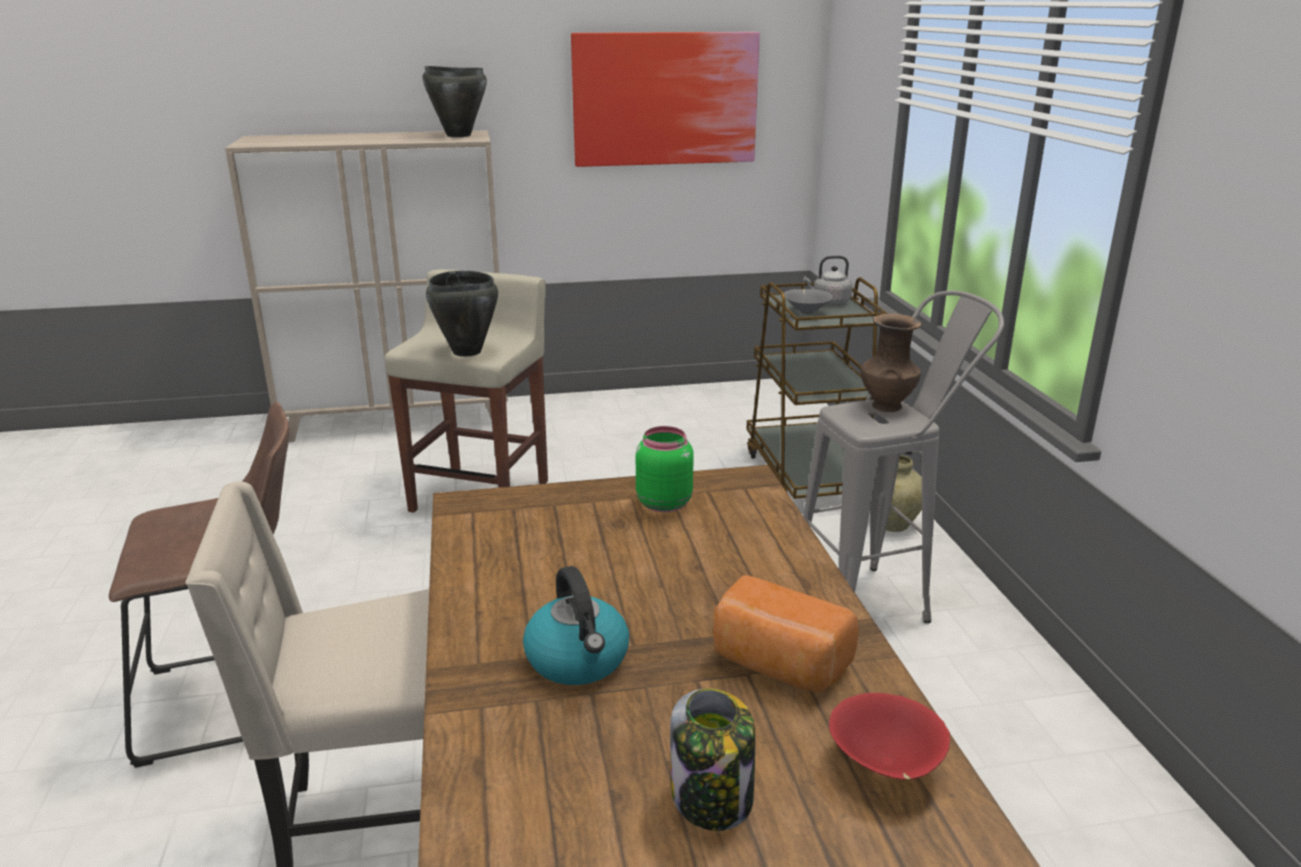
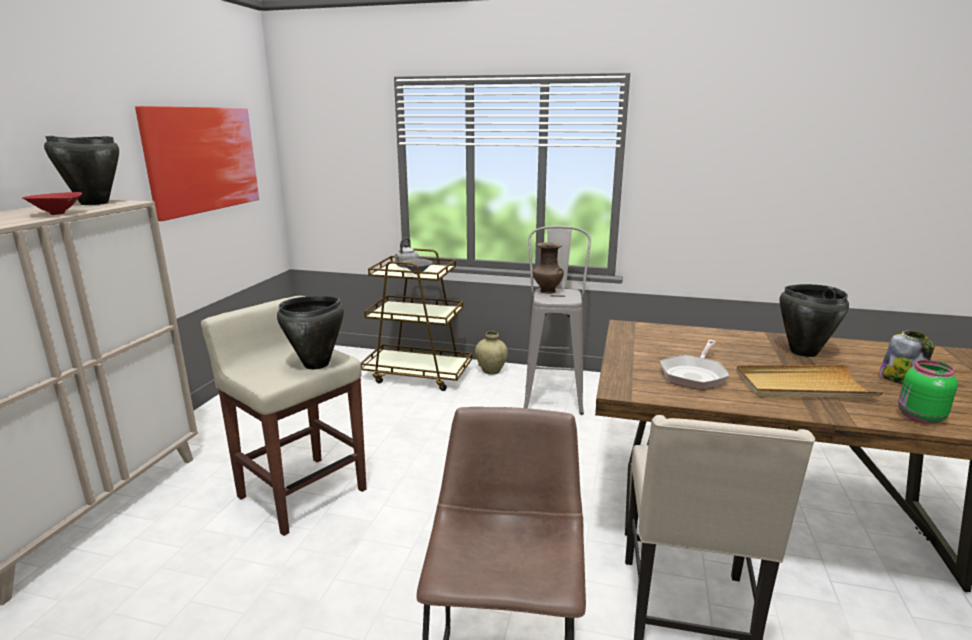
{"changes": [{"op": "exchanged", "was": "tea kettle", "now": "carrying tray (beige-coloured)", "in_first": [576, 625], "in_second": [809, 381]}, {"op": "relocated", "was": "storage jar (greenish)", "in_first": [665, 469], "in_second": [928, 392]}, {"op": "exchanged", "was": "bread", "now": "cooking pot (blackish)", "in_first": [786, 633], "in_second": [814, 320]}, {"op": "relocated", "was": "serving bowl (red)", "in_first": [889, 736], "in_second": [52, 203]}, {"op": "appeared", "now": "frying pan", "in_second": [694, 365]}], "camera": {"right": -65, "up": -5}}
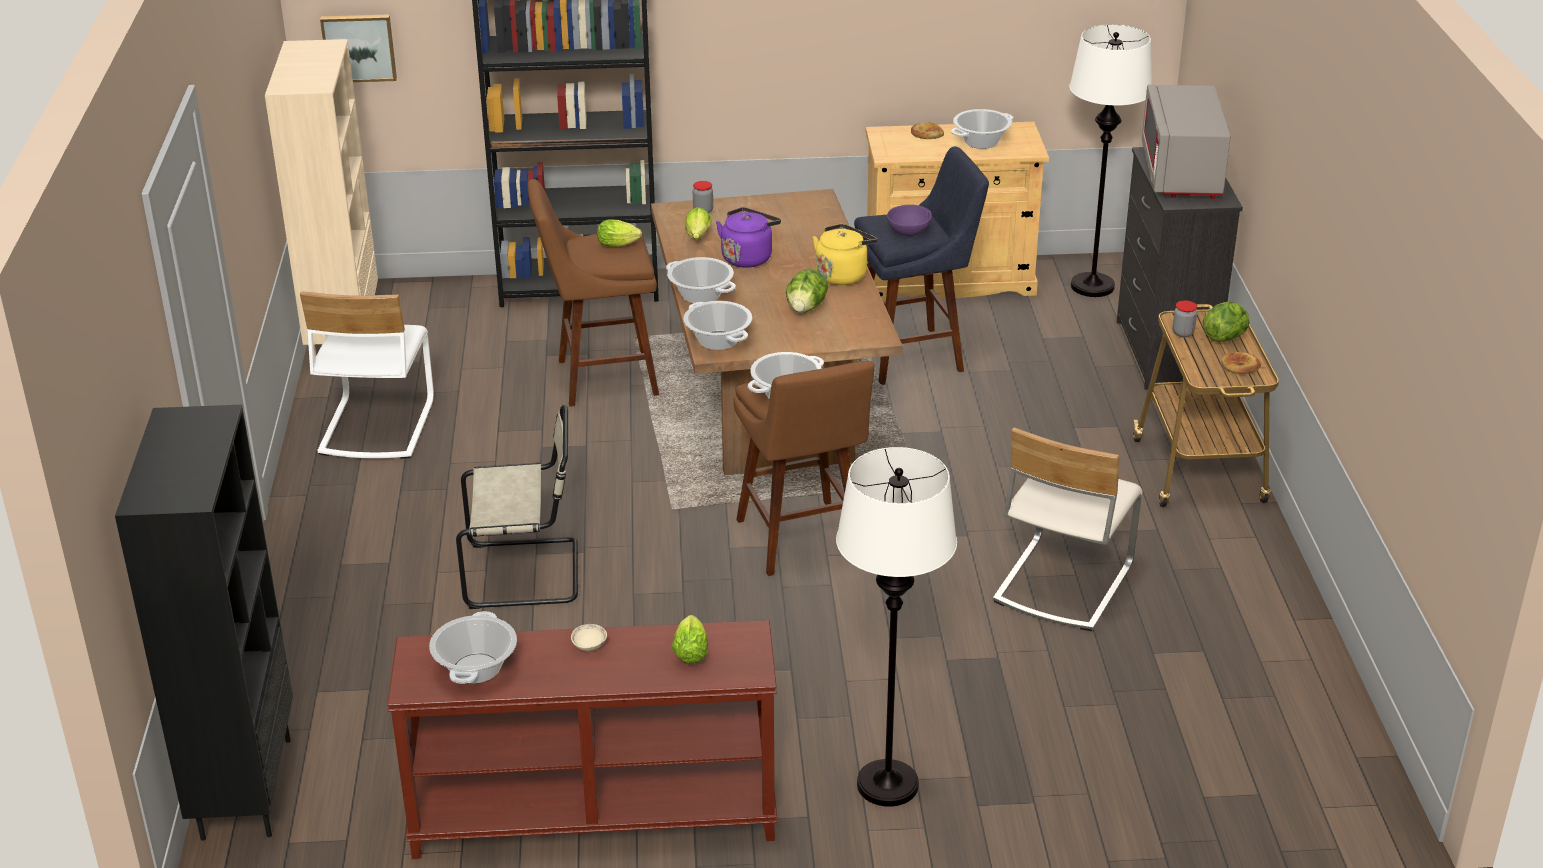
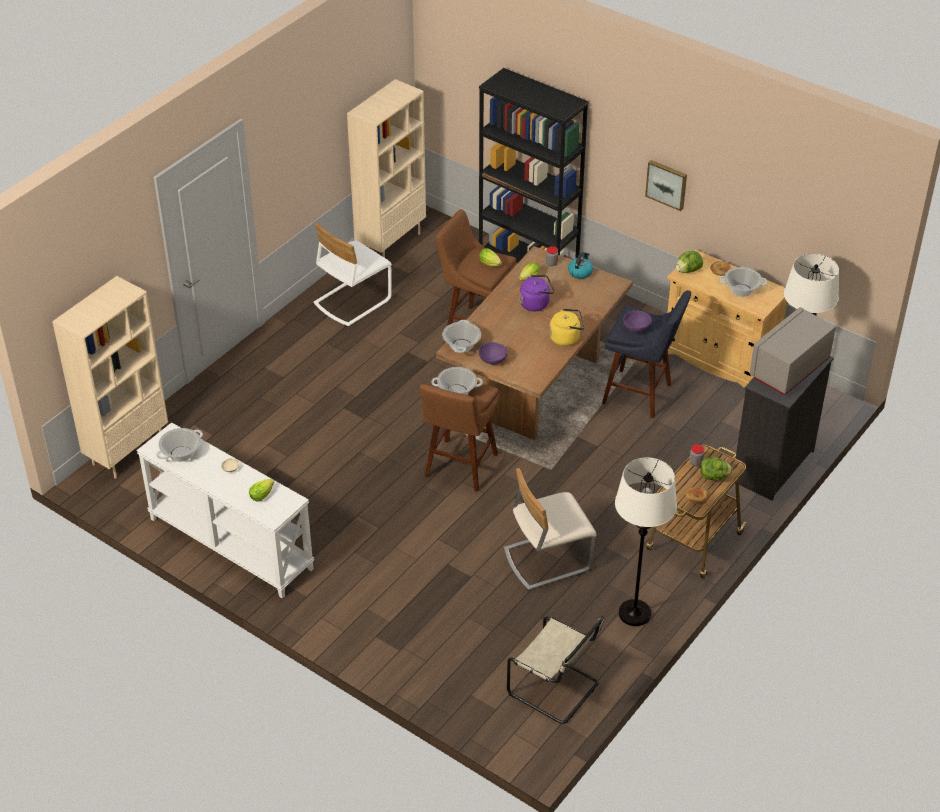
{"changes": [{"op": "colour", "was": "bookcase (blackish)", "now": "bookcase (beige-coloured)", "in_first": [204, 623], "in_second": [110, 377]}, {"op": "relocated", "was": "picture", "in_first": [358, 48], "in_second": [666, 185]}, {"op": "colour", "was": "console table (brown-coloured)", "now": "console table (white)", "in_first": [582, 739], "in_second": [225, 510]}, {"op": "relocated", "was": "plain chair (beige-coloured)", "in_first": [517, 507], "in_second": [555, 670]}, {"op": "missing", "was": "cooking pot", "in_first": [701, 280]}, {"op": "relocated", "was": "head of lettuce", "in_first": [807, 291], "in_second": [689, 262]}, {"op": "relocated", "was": "standard lamp (white)", "in_first": [896, 627], "in_second": [646, 541]}, {"op": "appeared", "now": "serving bowl (purple-coloured)", "in_second": [493, 353]}, {"op": "appeared", "now": "tea kettle", "in_second": [580, 265]}], "camera": {"right": 40, "up": 10}}
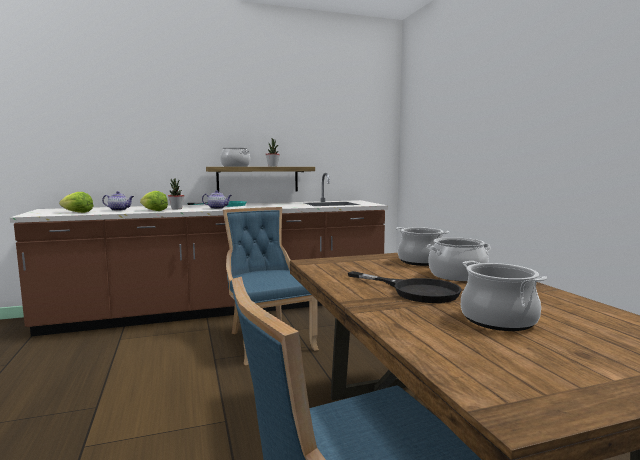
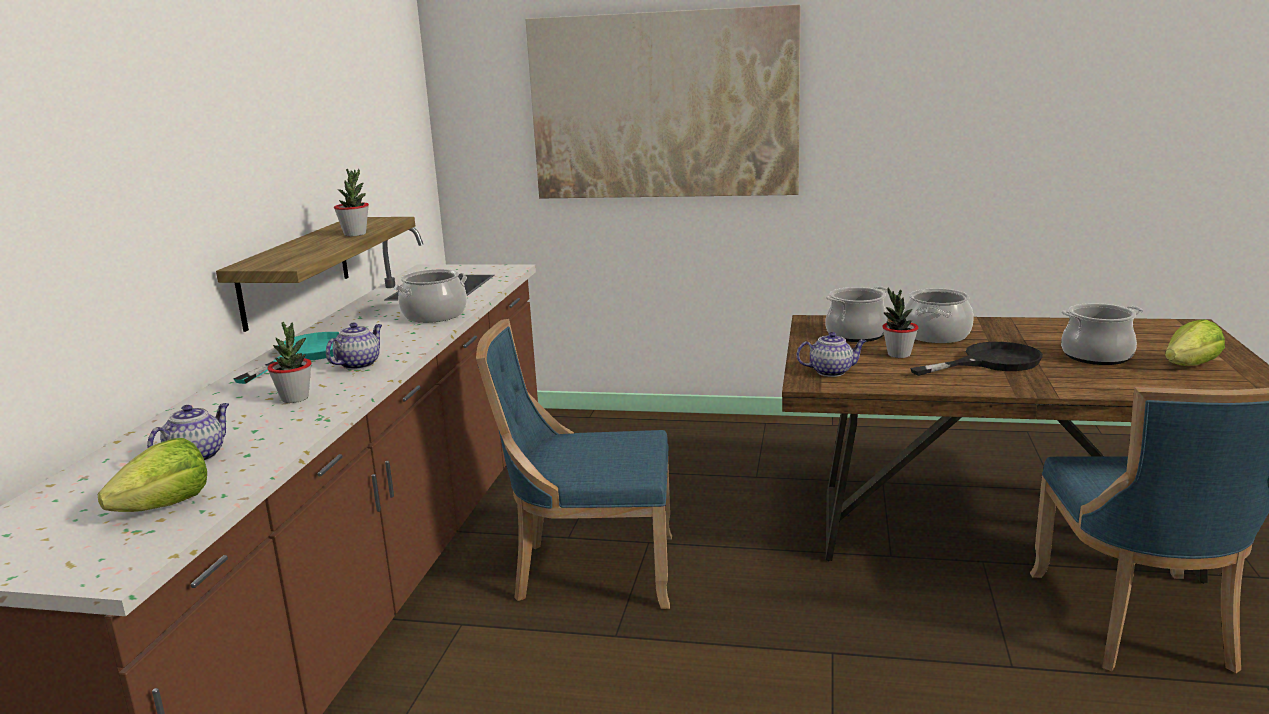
{"changes": [{"op": "relocated", "was": "head of lettuce", "in_first": [154, 201], "in_second": [1195, 342]}, {"op": "relocated", "was": "cooking pot", "in_first": [235, 157], "in_second": [430, 296]}, {"op": "appeared", "now": "picture", "in_second": [662, 101]}, {"op": "appeared", "now": "pot for tea", "in_second": [831, 354]}, {"op": "appeared", "now": "potted plant", "in_second": [900, 323]}], "camera": {"right": -60, "up": 10}}
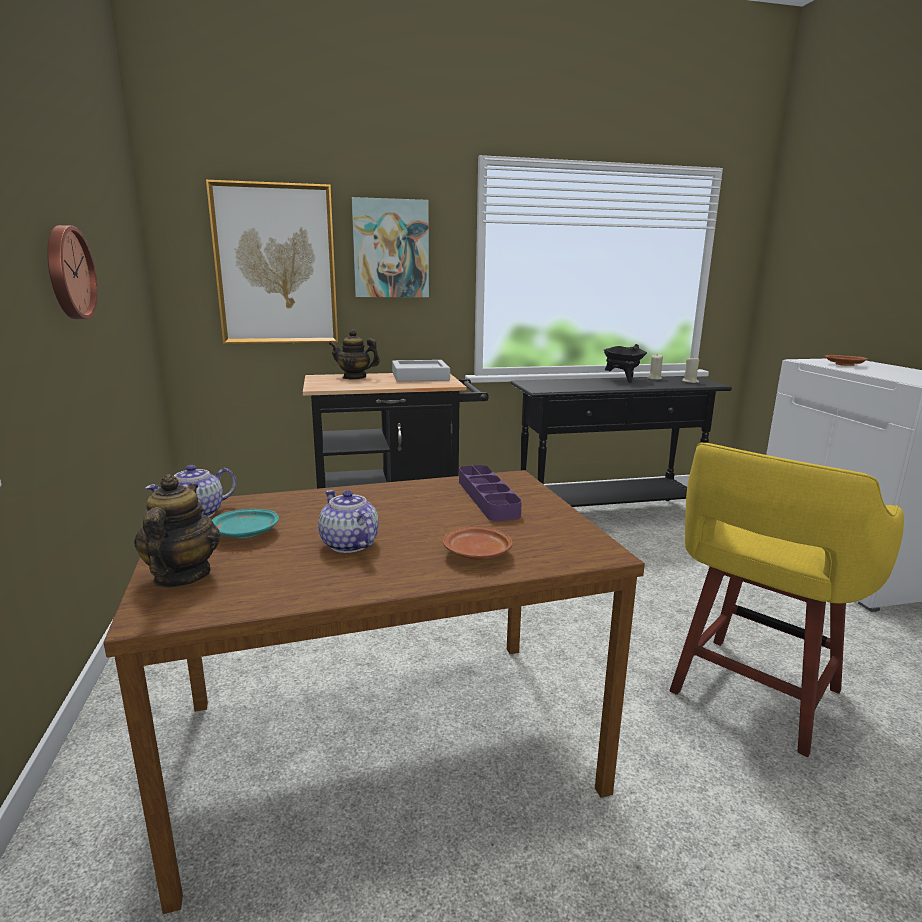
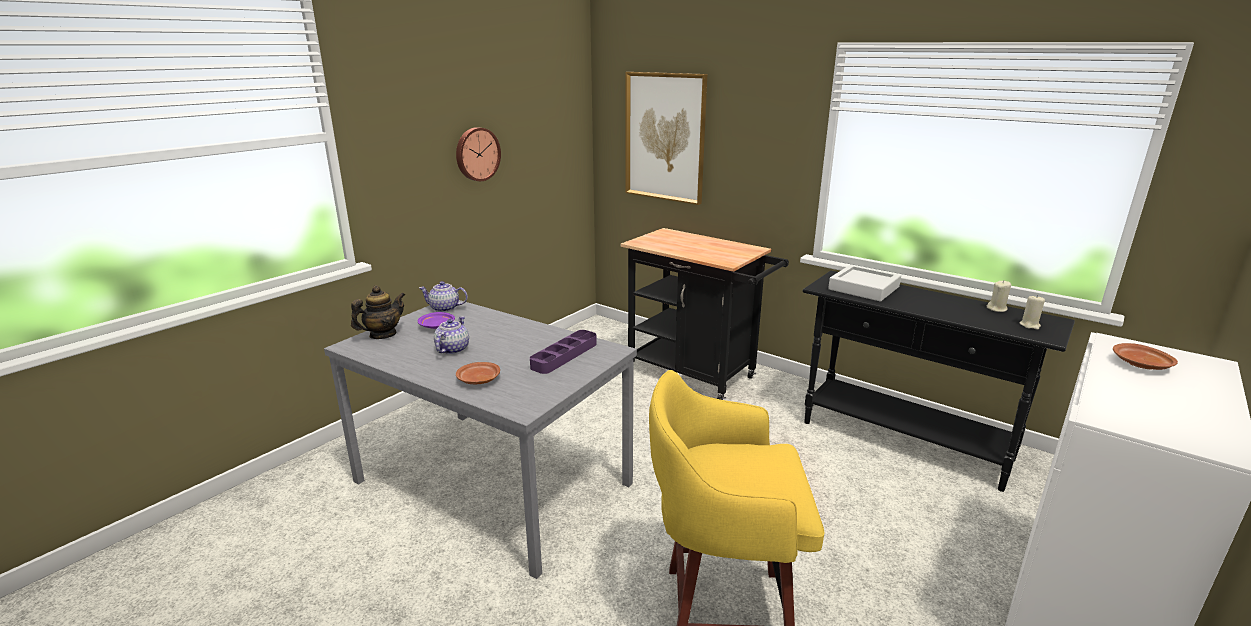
{"changes": [{"op": "colour", "was": "dinner table (brown-coloured)", "now": "dinner table (greyish)", "in_first": [374, 692], "in_second": [480, 439]}, {"op": "colour", "was": "plate (blue-green)", "now": "plate (purple-coloured)", "in_first": [245, 524], "in_second": [436, 320]}, {"op": "missing", "was": "pot for tea", "in_first": [354, 354]}, {"op": "missing", "was": "picture", "in_first": [390, 247]}, {"op": "relocated", "was": "carrying tray (greyish)", "in_first": [421, 371], "in_second": [864, 283]}, {"op": "missing", "was": "cooking pot (blackish)", "in_first": [625, 363]}], "camera": {"right": 50, "up": 5}}
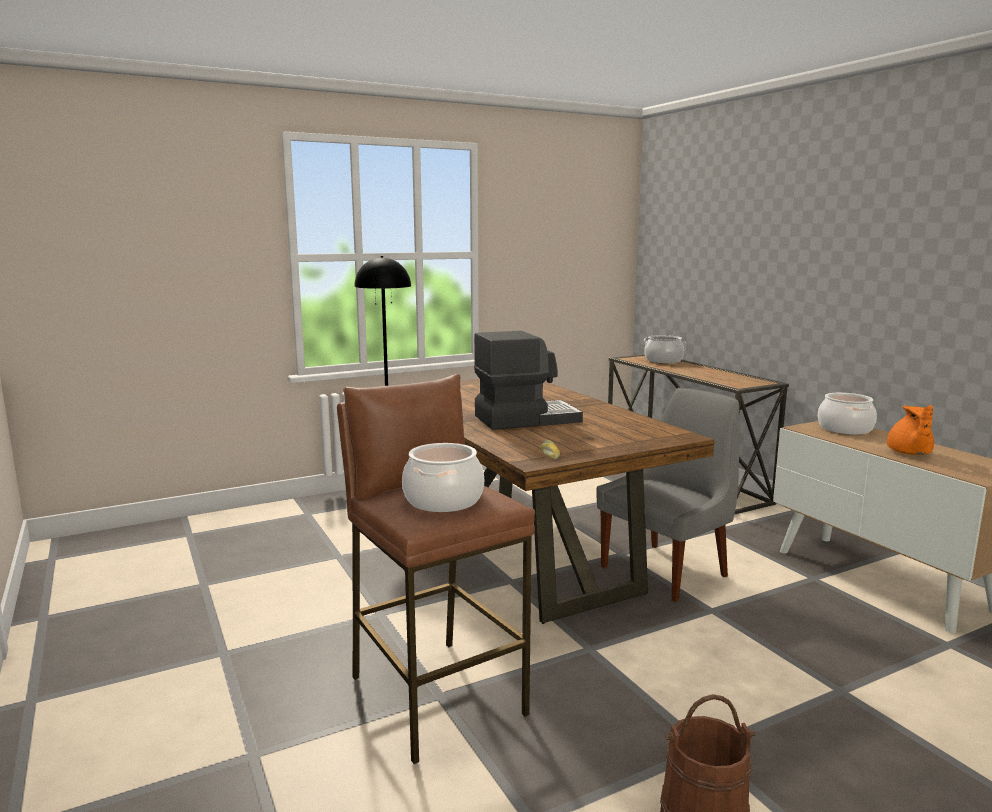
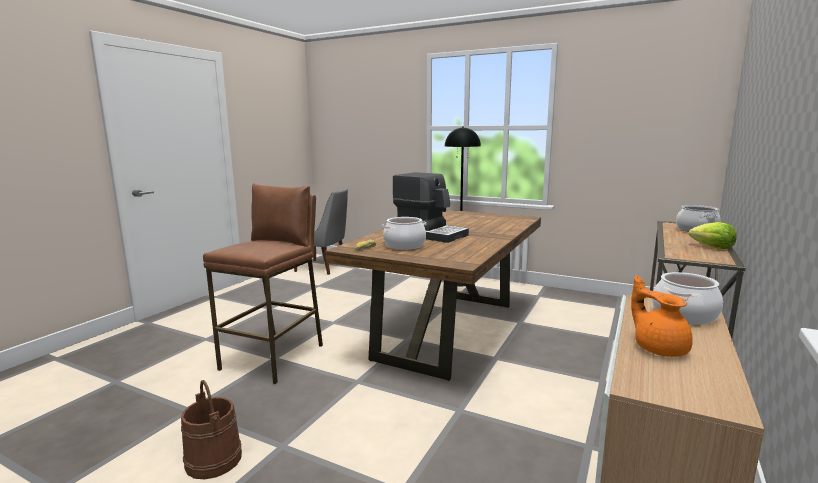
{"changes": [{"op": "relocated", "was": "cooking pot", "in_first": [443, 477], "in_second": [404, 233]}, {"op": "relocated", "was": "plain chair (greyish)", "in_first": [668, 495], "in_second": [321, 231]}, {"op": "spun", "was": "pot for tea (orange)", "in_first": [910, 430], "in_second": [662, 316], "clockwise": 90}, {"op": "appeared", "now": "head of lettuce", "in_second": [713, 235]}], "camera": {"right": 55, "up": 0}}
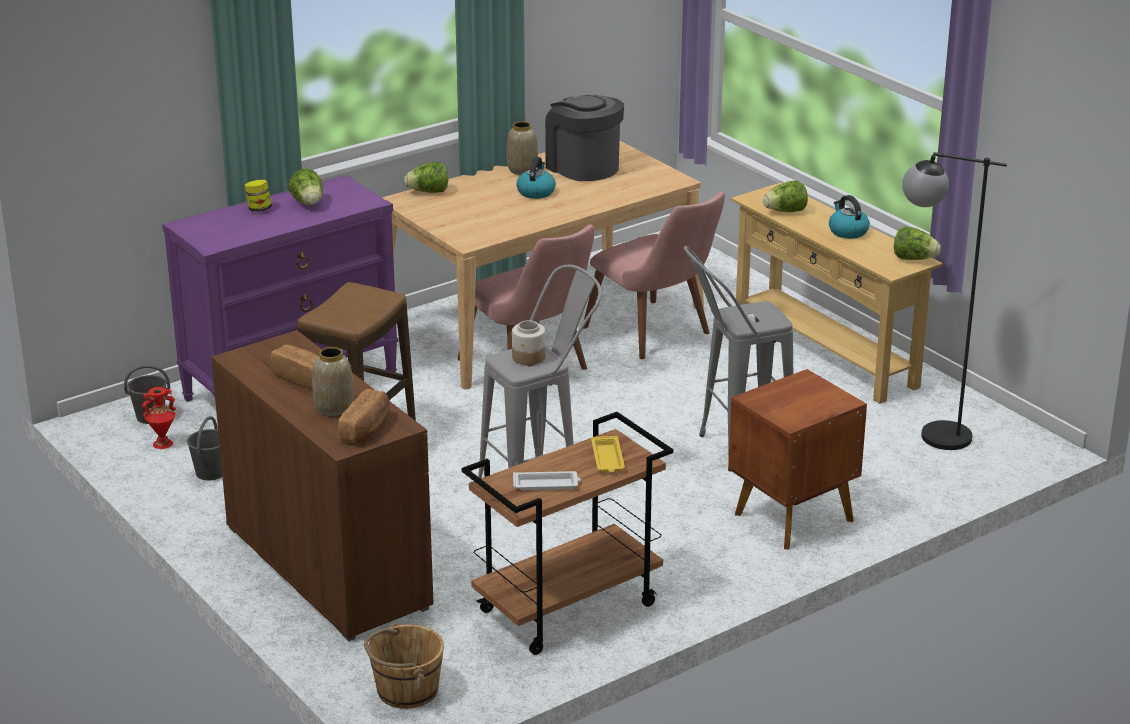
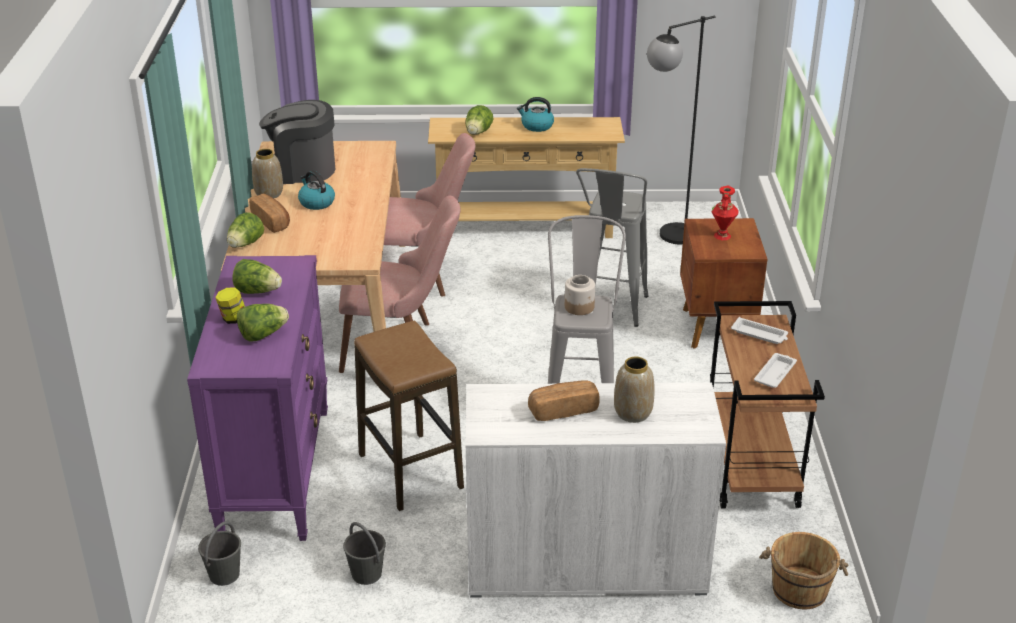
{"changes": [{"op": "relocated", "was": "vase (red)", "in_first": [159, 418], "in_second": [725, 212]}, {"op": "colour", "was": "cabinet (brown-coloured)", "now": "cabinet (white)", "in_first": [322, 486], "in_second": [595, 489]}, {"op": "relocated", "was": "bread", "in_first": [364, 416], "in_second": [269, 213]}, {"op": "colour", "was": "carrying tray (yellow-coloured)", "now": "carrying tray (white)", "in_first": [608, 454], "in_second": [759, 330]}, {"op": "relocated", "was": "head of lettuce", "in_first": [917, 243], "in_second": [263, 323]}], "camera": {"right": -55, "up": 5}}
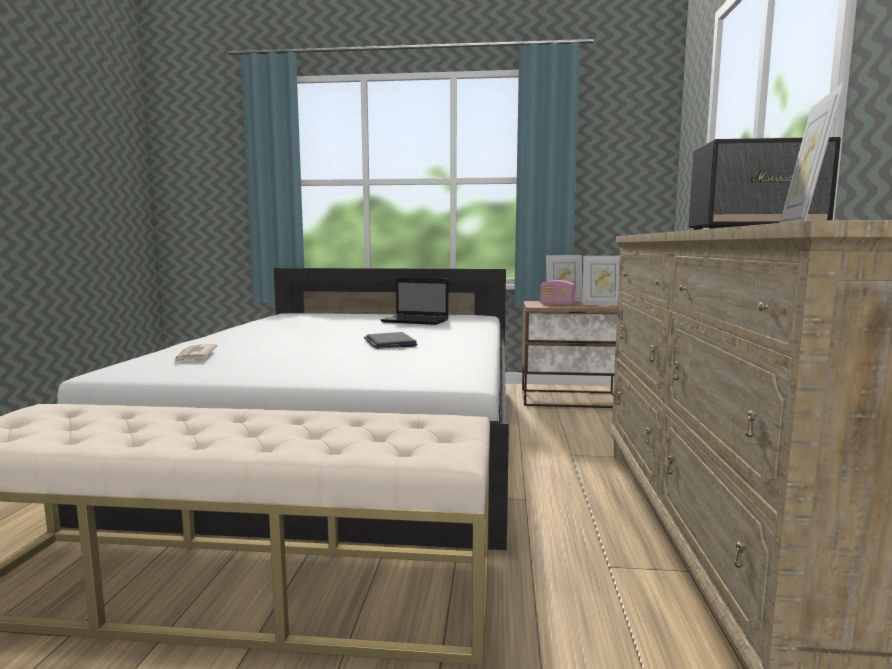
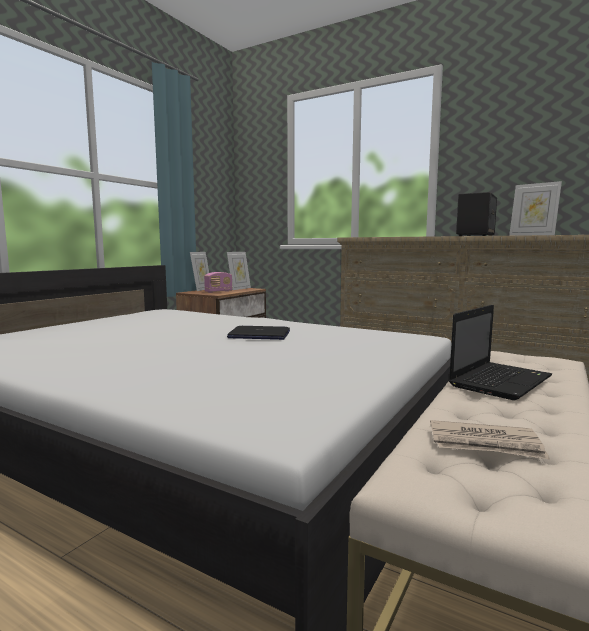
{"changes": [{"op": "relocated", "was": "newspaper", "in_first": [195, 353], "in_second": [490, 440]}, {"op": "relocated", "was": "portable computer", "in_first": [415, 301], "in_second": [500, 352]}], "camera": {"right": -65, "up": 0}}
